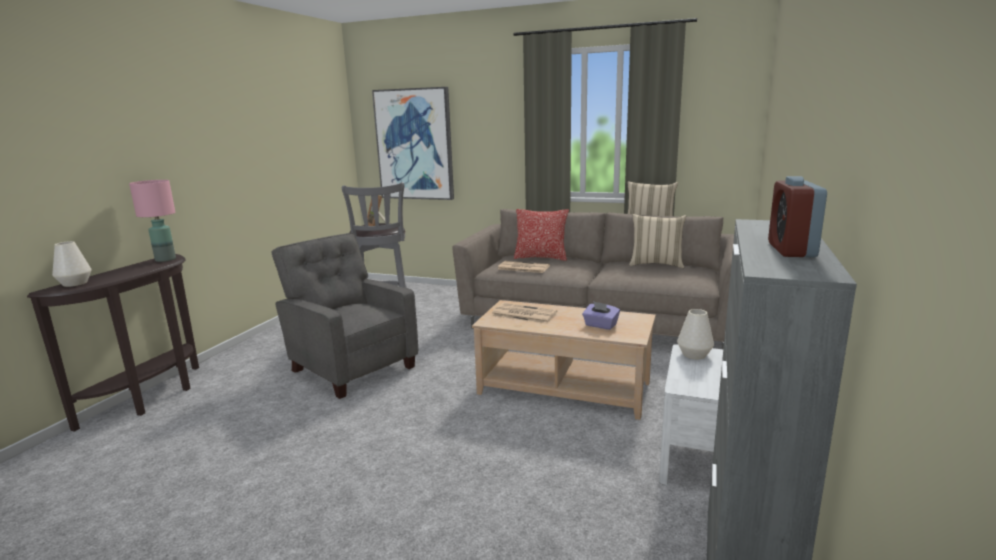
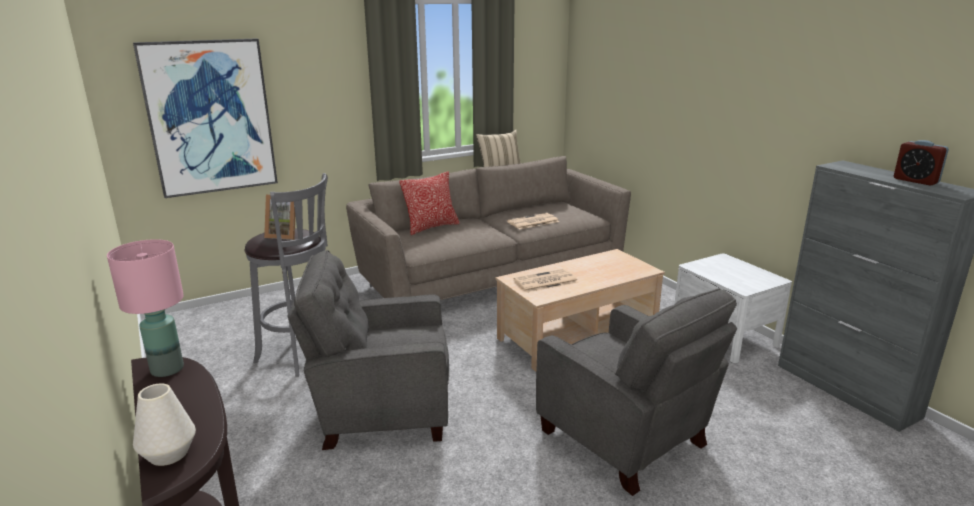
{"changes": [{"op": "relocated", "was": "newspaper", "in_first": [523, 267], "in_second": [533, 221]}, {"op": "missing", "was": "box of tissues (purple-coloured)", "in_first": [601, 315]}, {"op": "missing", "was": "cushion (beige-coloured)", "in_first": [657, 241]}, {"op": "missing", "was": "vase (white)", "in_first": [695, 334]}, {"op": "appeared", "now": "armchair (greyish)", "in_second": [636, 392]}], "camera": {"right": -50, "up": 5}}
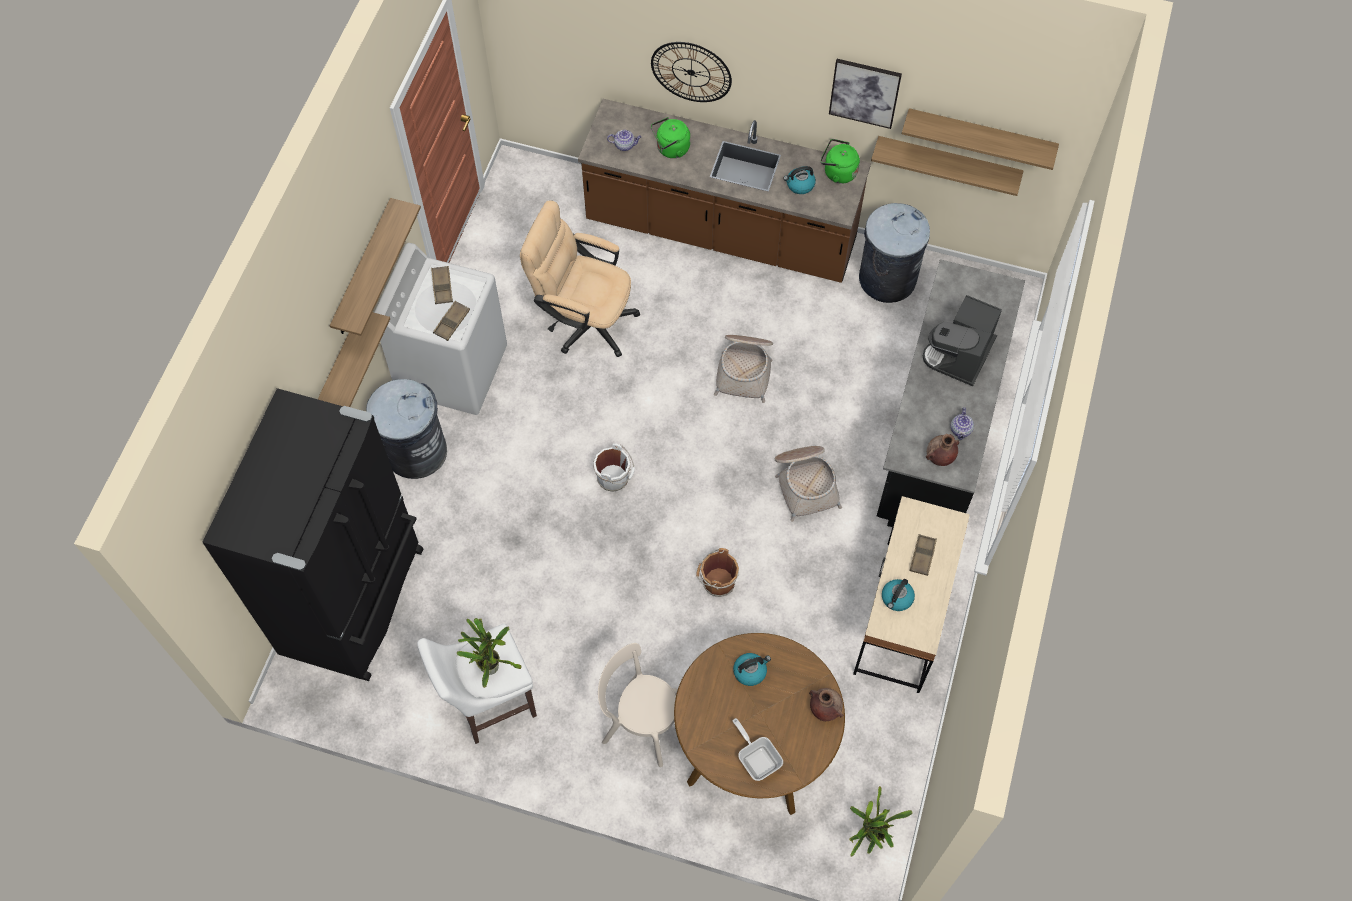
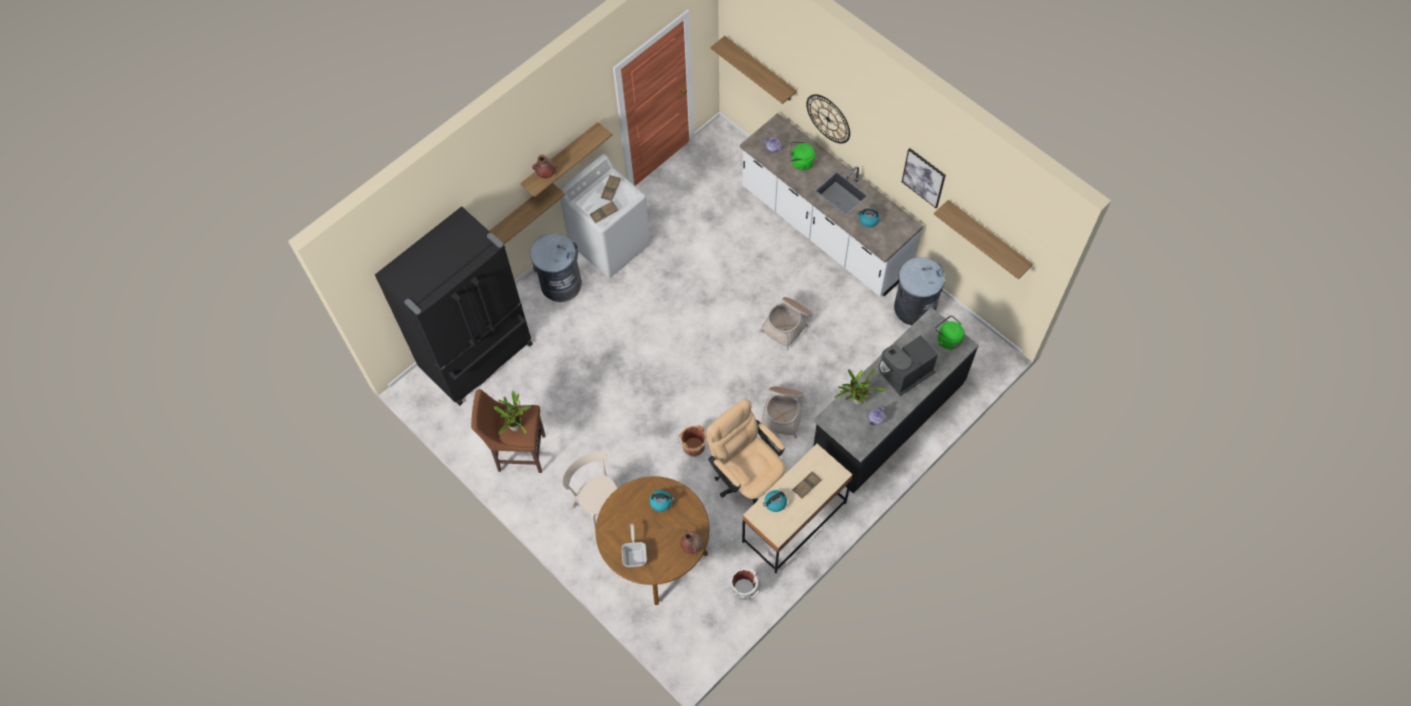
{"changes": [{"op": "colour", "was": "sitting stool (white)", "now": "sitting stool (brown-coloured)", "in_first": [477, 684], "in_second": [508, 431]}, {"op": "relocated", "was": "desk chair (beige-coloured)", "in_first": [580, 278], "in_second": [745, 451]}, {"op": "colour", "was": "kitchen counter (brown-coloured)", "now": "kitchen counter (white)", "in_first": [724, 191], "in_second": [832, 204]}, {"op": "relocated", "was": "water bucket (white)", "in_first": [614, 467], "in_second": [745, 584]}, {"op": "relocated", "was": "tea kettle (greenish)", "in_first": [840, 161], "in_second": [950, 332]}, {"op": "relocated", "was": "potted plant", "in_first": [881, 821], "in_second": [859, 386]}, {"op": "relocated", "was": "shelf", "in_first": [947, 166], "in_second": [753, 70]}, {"op": "relocated", "was": "vase (brown-coloured)", "in_first": [943, 450], "in_second": [545, 166]}], "camera": {"right": 30, "up": 0}}
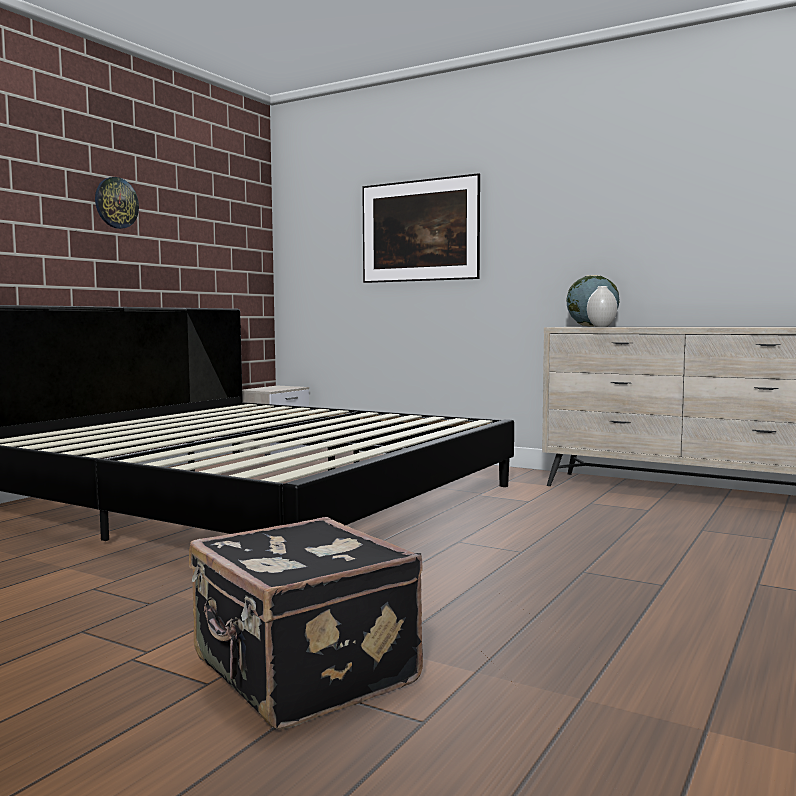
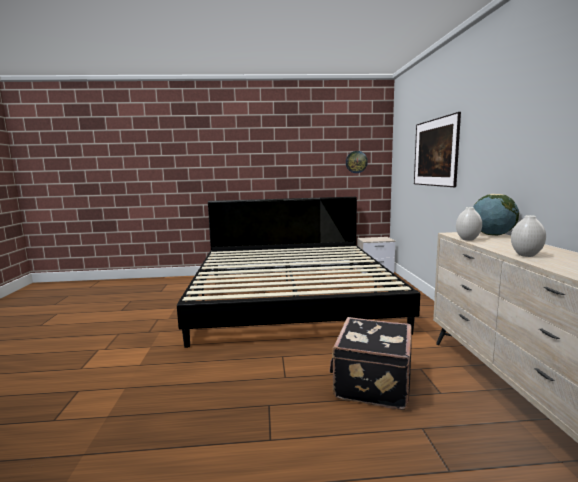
{"changes": [{"op": "relocated", "was": "wall clock", "in_first": [117, 203], "in_second": [357, 162]}, {"op": "relocated", "was": "suitcase (blackish)", "in_first": [306, 623], "in_second": [371, 363]}, {"op": "appeared", "now": "vase (white)", "in_second": [528, 236]}], "camera": {"right": 55, "up": 5}}
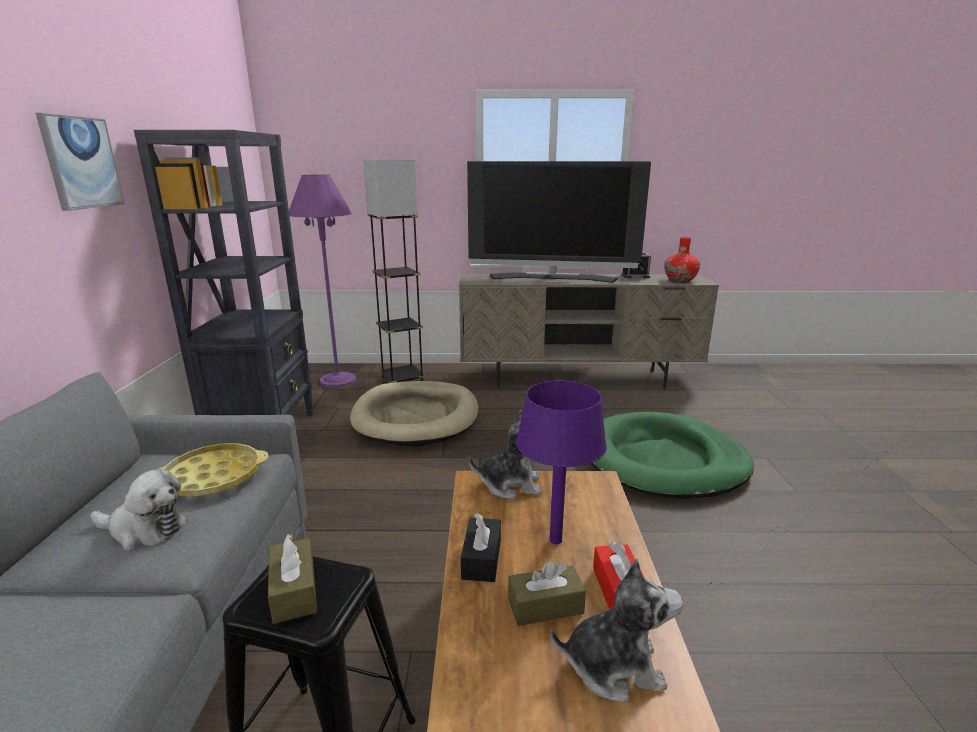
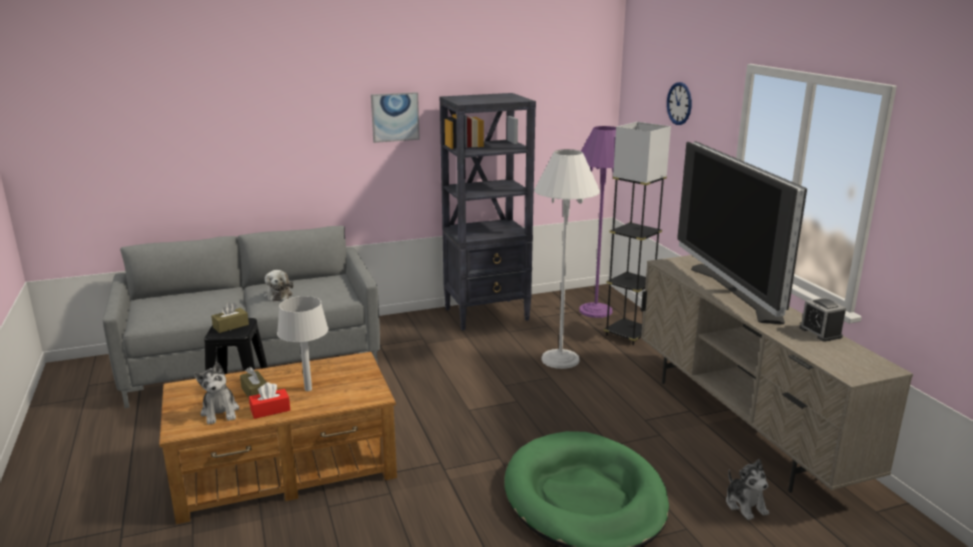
{"changes": [{"op": "missing", "was": "carrying tray (yellow-coloured)", "in_first": [212, 470]}, {"op": "exchanged", "was": "pet bed (beige-coloured)", "now": "standard lamp (white)", "in_first": [414, 413], "in_second": [567, 259]}, {"op": "missing", "was": "box of tissues (blackish)", "in_first": [481, 547]}, {"op": "relocated", "was": "plush toy", "in_first": [505, 454], "in_second": [747, 489]}, {"op": "colour", "was": "lamp for a table (purple-coloured)", "now": "lamp for a table (greyish)", "in_first": [561, 462], "in_second": [302, 343]}, {"op": "missing", "was": "vase (red)", "in_first": [682, 260]}, {"op": "appeared", "now": "wall clock", "in_second": [679, 103]}], "camera": {"right": 70, "up": 0}}
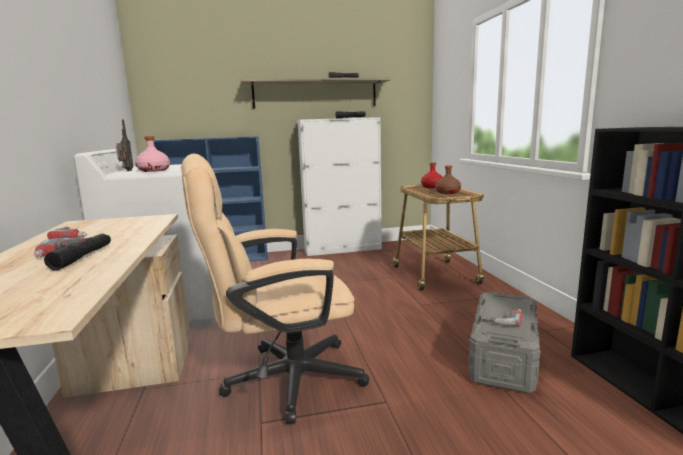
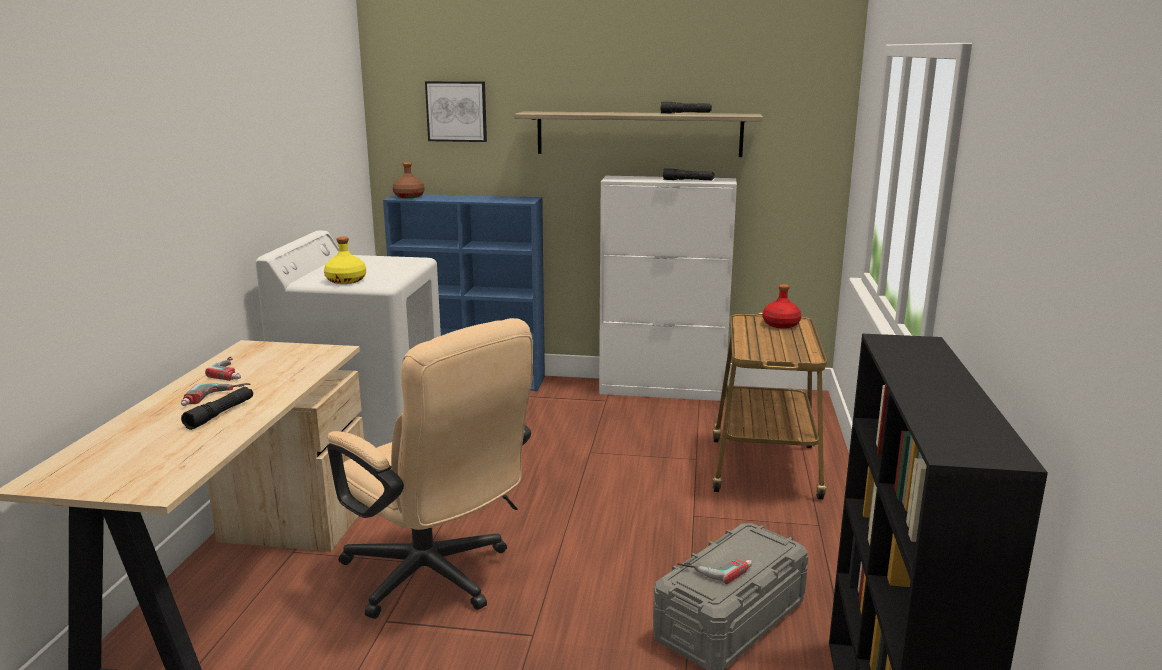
{"changes": [{"op": "missing", "was": "radio set", "in_first": [124, 145]}, {"op": "colour", "was": "bottle (pink-coloured)", "now": "bottle (yellow-coloured)", "in_first": [152, 154], "in_second": [345, 260]}, {"op": "spun", "was": "desk chair (beige-coloured)", "in_first": [275, 288], "in_second": [430, 468], "clockwise": -135}, {"op": "relocated", "was": "bottle (brown-coloured)", "in_first": [448, 180], "in_second": [409, 180]}, {"op": "appeared", "now": "picture", "in_second": [456, 111]}], "camera": {"right": 20, "up": 5}}
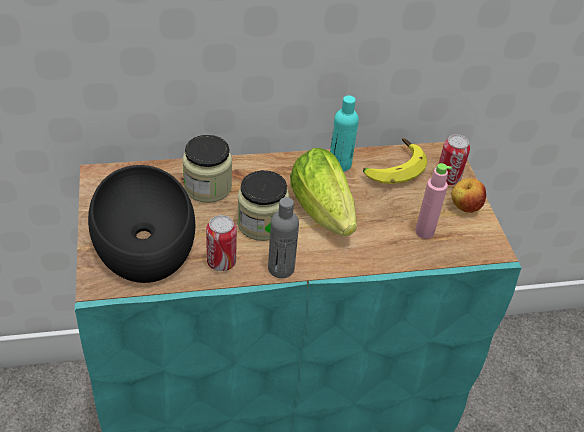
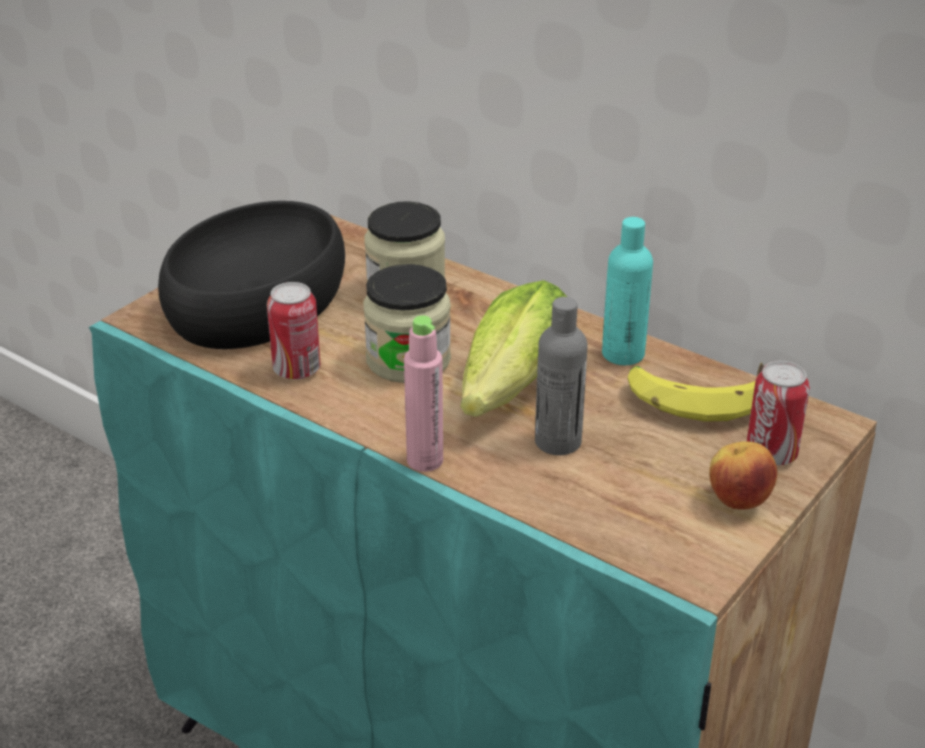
{"changes": [{"op": "relocated", "was": "bottle (greyish)", "in_first": [283, 237], "in_second": [561, 376]}, {"op": "relocated", "was": "bottle (pink-coloured)", "in_first": [433, 201], "in_second": [423, 393]}], "camera": {"right": 50, "up": -10}}
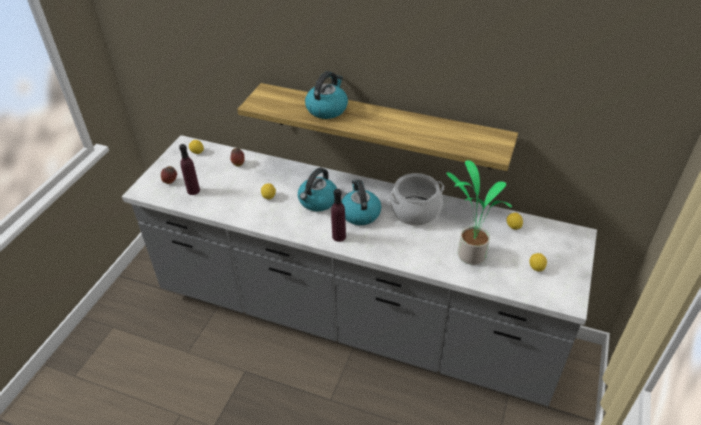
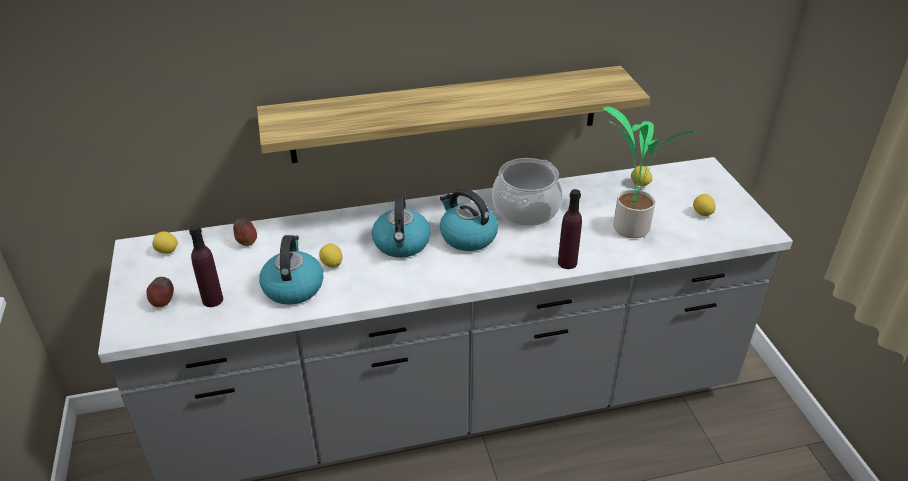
{"changes": [{"op": "relocated", "was": "tea kettle", "in_first": [326, 95], "in_second": [291, 270]}, {"op": "relocated", "was": "bottle (purple-coloured)", "in_first": [338, 215], "in_second": [570, 229]}], "camera": {"right": -35, "up": -5}}
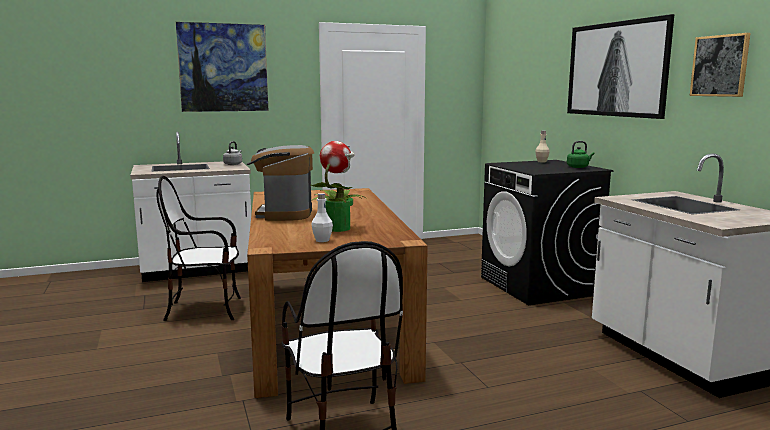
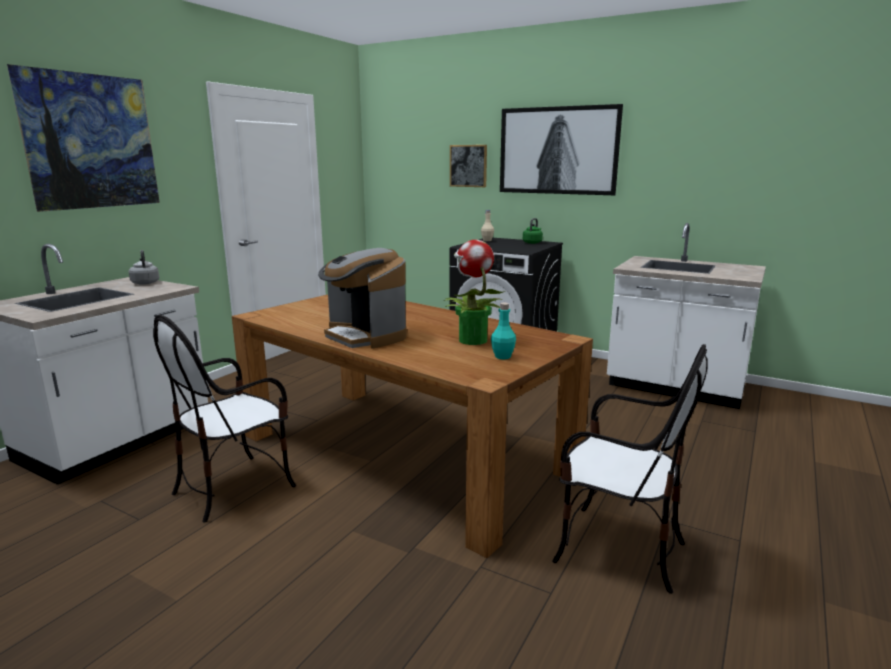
{"changes": [{"op": "colour", "was": "bottle (white)", "now": "bottle (blue-green)", "in_first": [322, 217], "in_second": [503, 331]}, {"op": "relocated", "was": "picture", "in_first": [720, 65], "in_second": [468, 166]}], "camera": {"right": -40, "up": 5}}
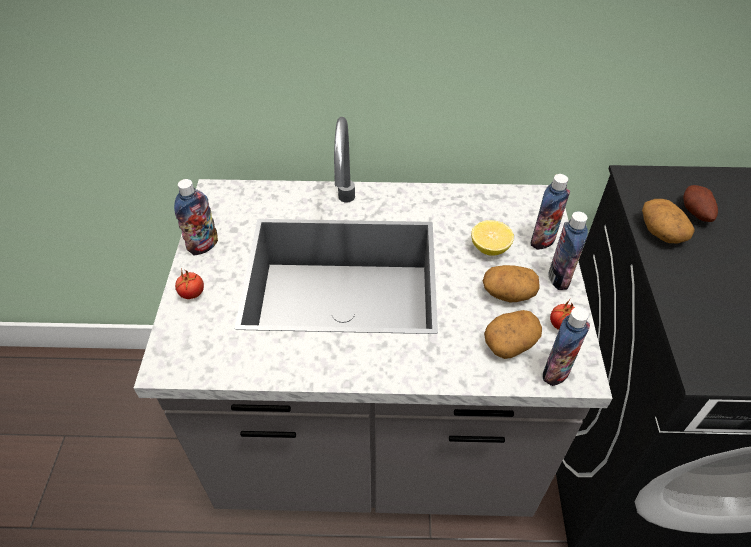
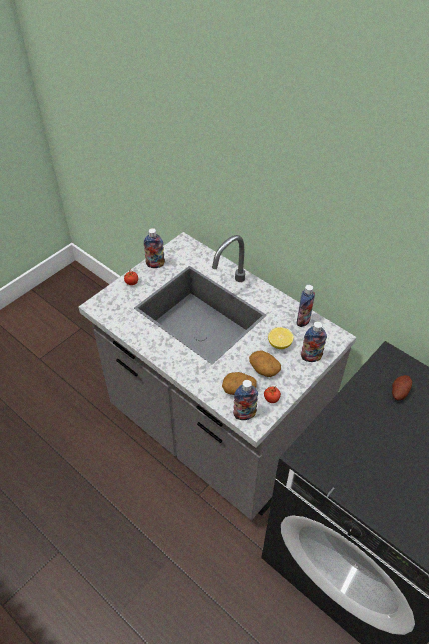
{"changes": [{"op": "relocated", "was": "bottle", "in_first": [568, 250], "in_second": [306, 306]}, {"op": "missing", "was": "spud", "in_first": [668, 221]}], "camera": {"right": 40, "up": 0}}
